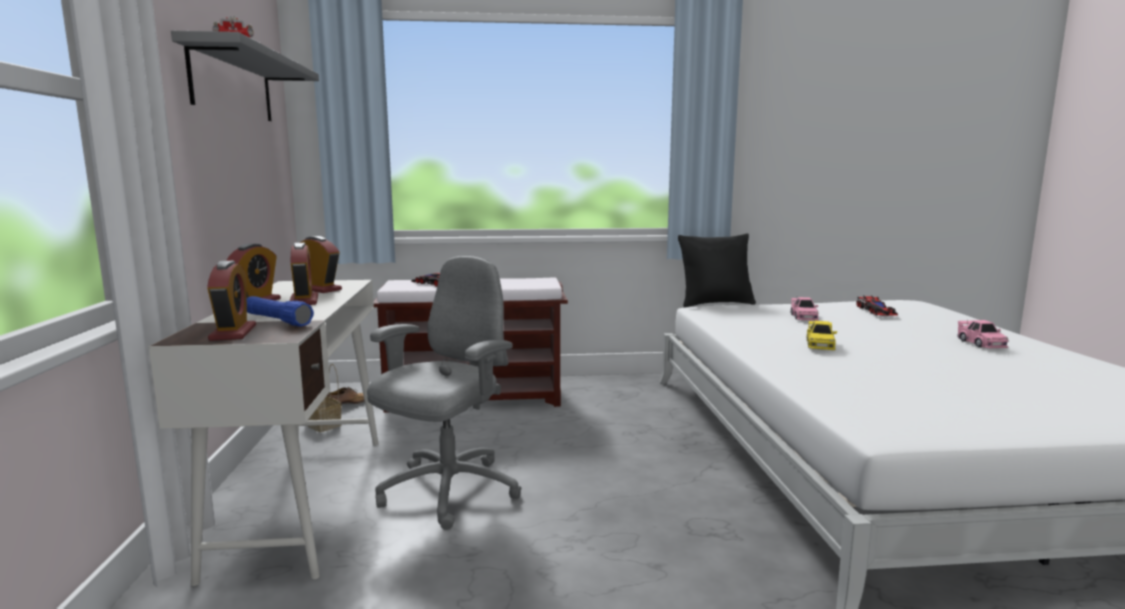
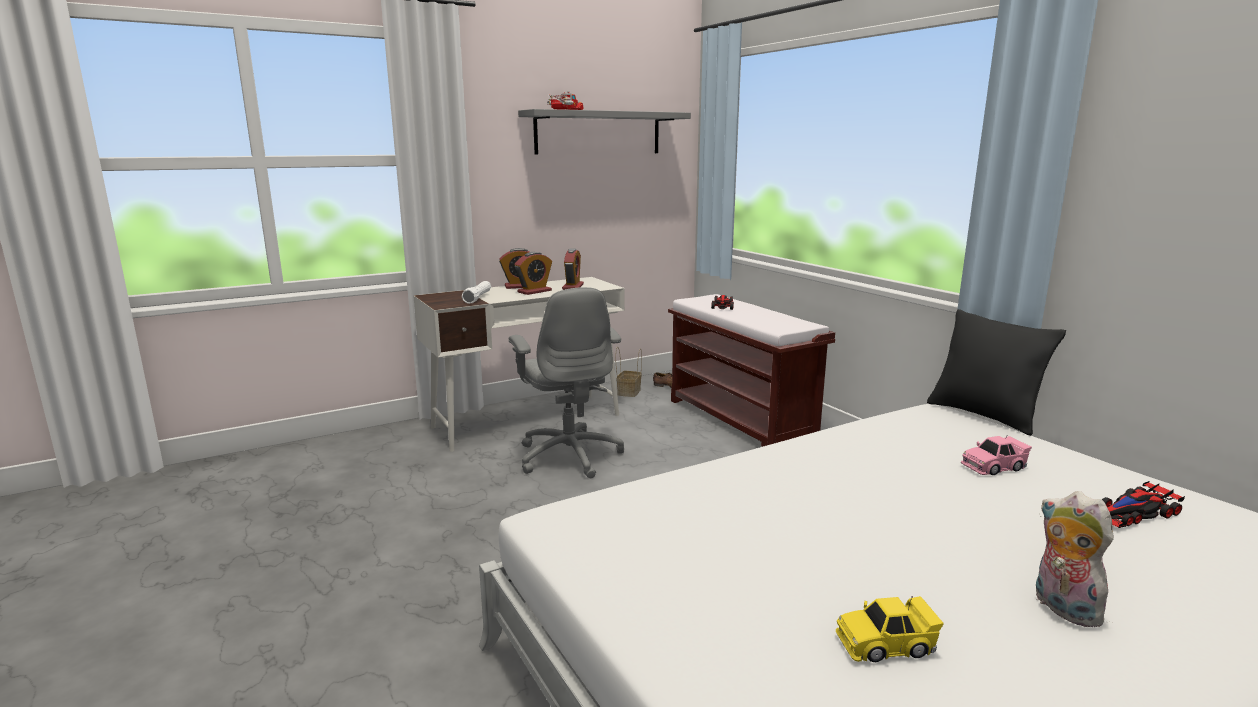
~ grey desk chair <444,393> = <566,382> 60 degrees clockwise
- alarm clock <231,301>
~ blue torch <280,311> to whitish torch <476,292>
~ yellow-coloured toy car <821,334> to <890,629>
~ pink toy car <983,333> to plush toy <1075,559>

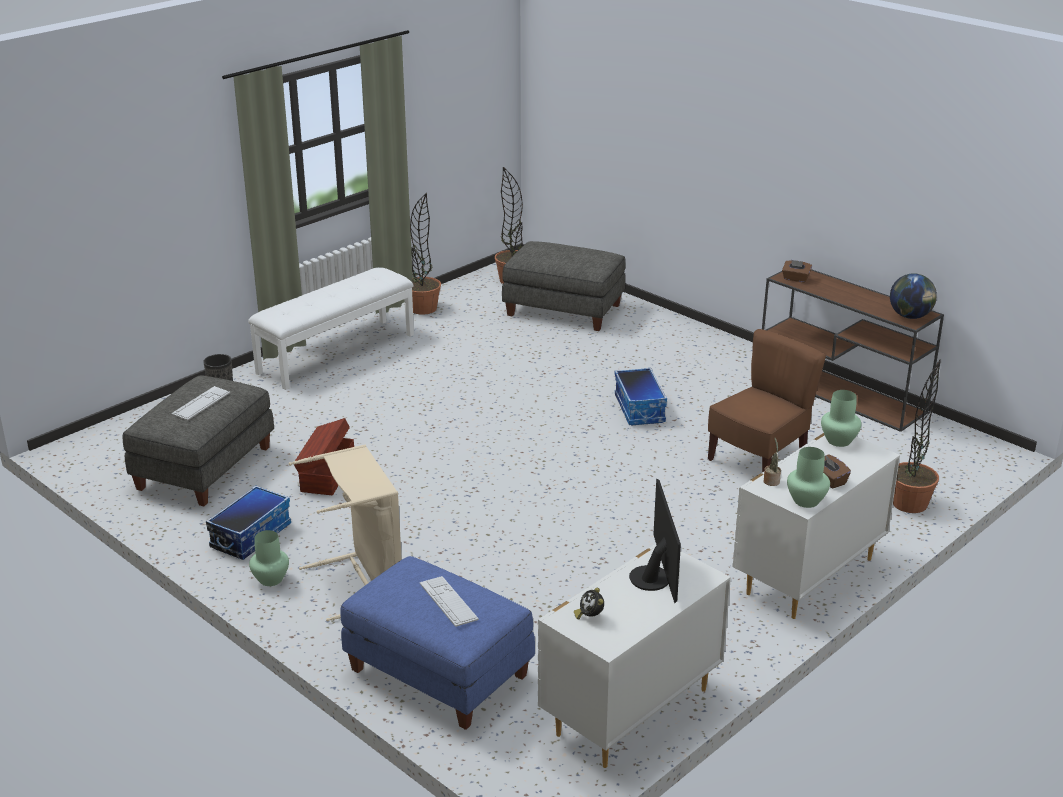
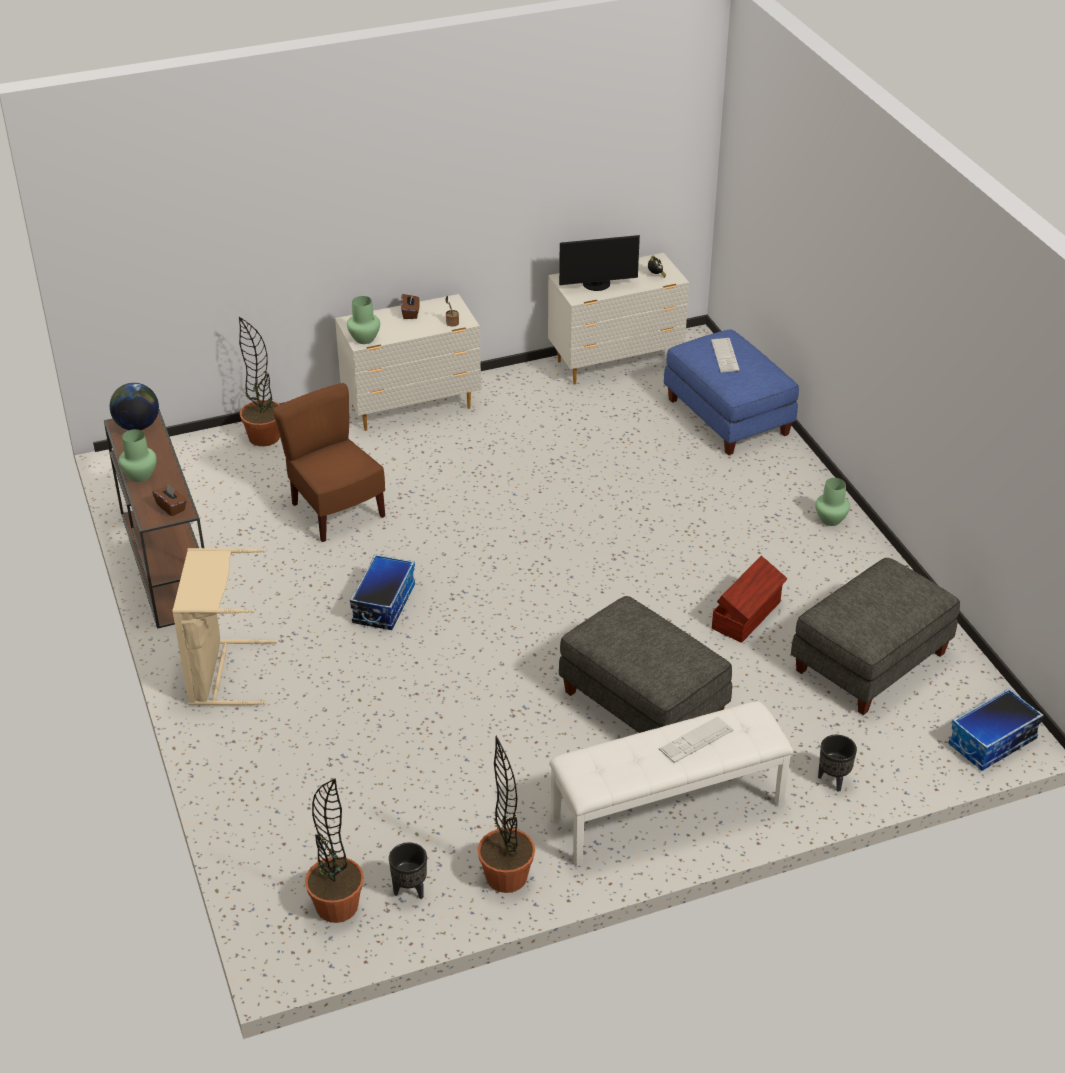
~ grey pouffe <564,286> to <645,664>
~ brownish plain chair <767,400> = <329,462> 75 degrees clockwise
~ keyboard <200,403> to <696,739>
~ beige hamper <345,533> to <224,627>
~ green vase <808,477> to <138,455>
~ computer display <655,541> = <599,263> 120 degrees counterclockwise
~ storage box <248,522> to <996,729>
+ blackish planter <408,870>

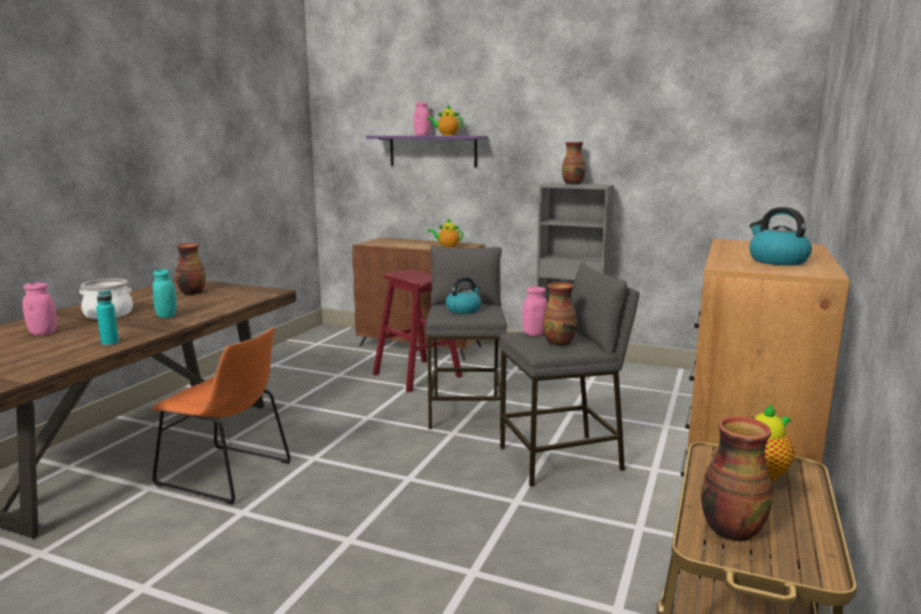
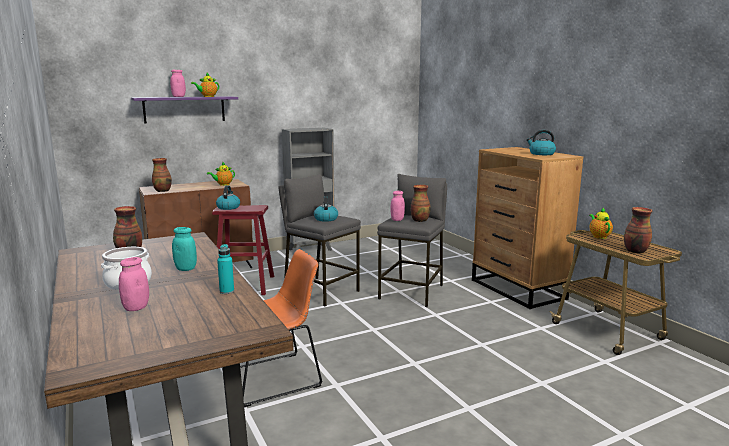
~ vase <574,163> to <162,175>
+ water kettle <228,198>

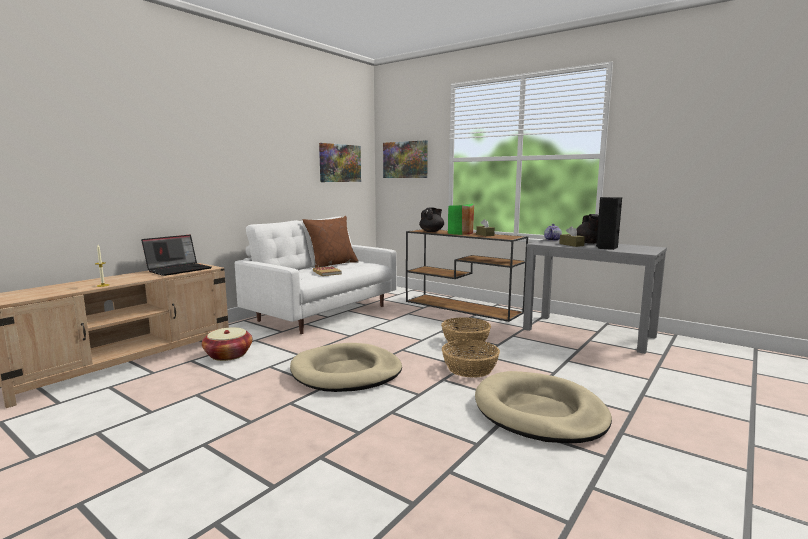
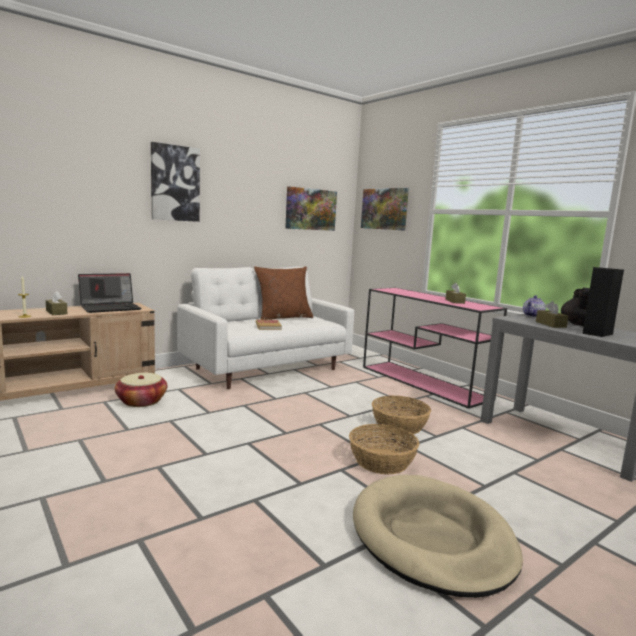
- green vase <461,219>
- blackish pot for tea <431,220>
~ brownish narrow table <467,275> to pink narrow table <435,348>
- beige dog cushion <346,367>
+ picture <175,182>
+ brownish box of tissues <56,303>

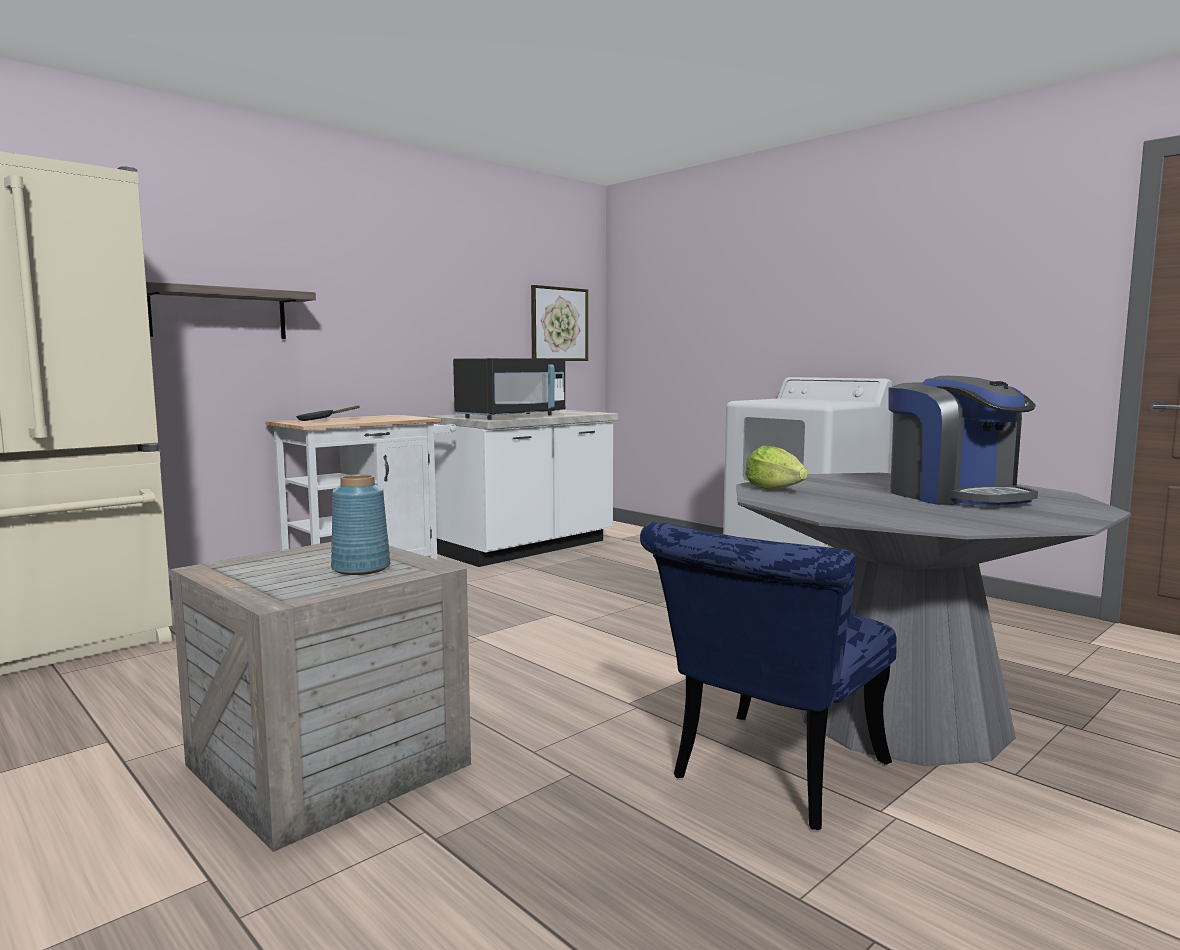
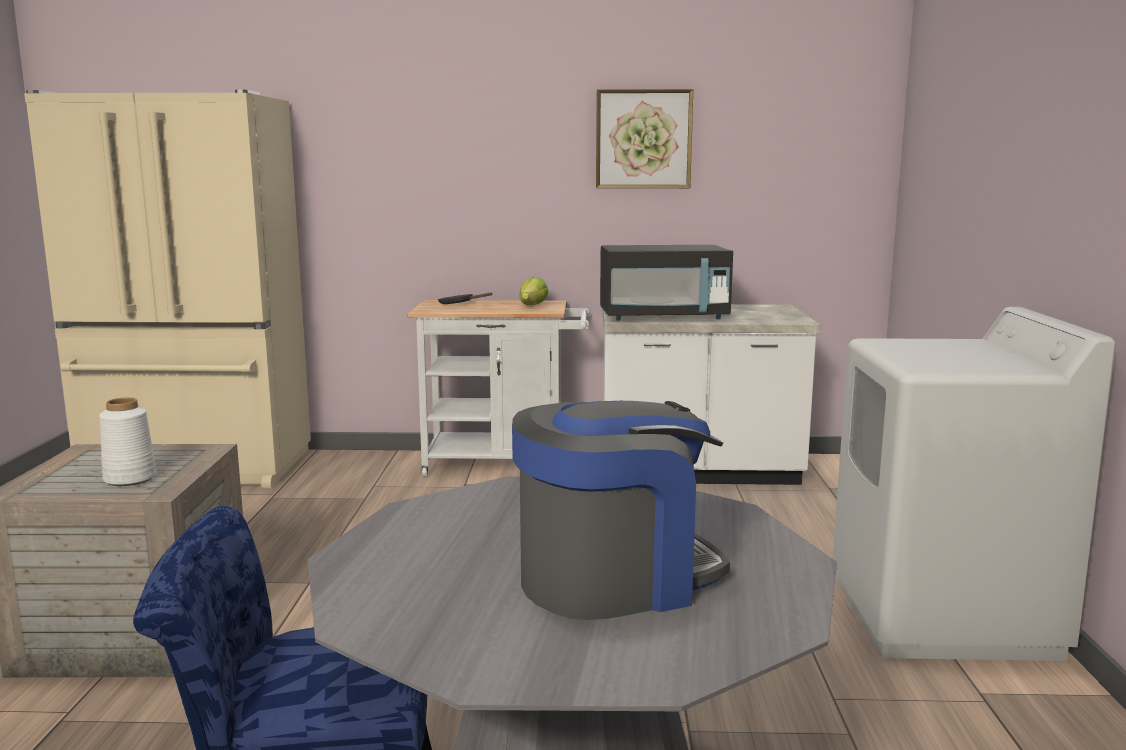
- bracket shelf <231,310>
~ picture <559,323> to <644,138>
~ coffee maker <963,441> = <621,510> 135 degrees counterclockwise
~ lettuce <776,468> to <534,291>
~ blue vase <360,524> to whitish vase <128,441>

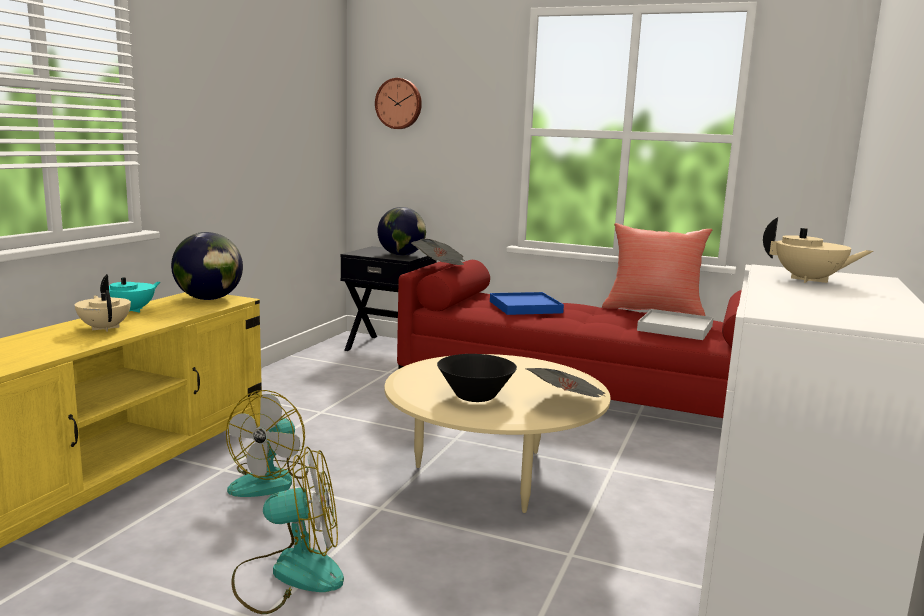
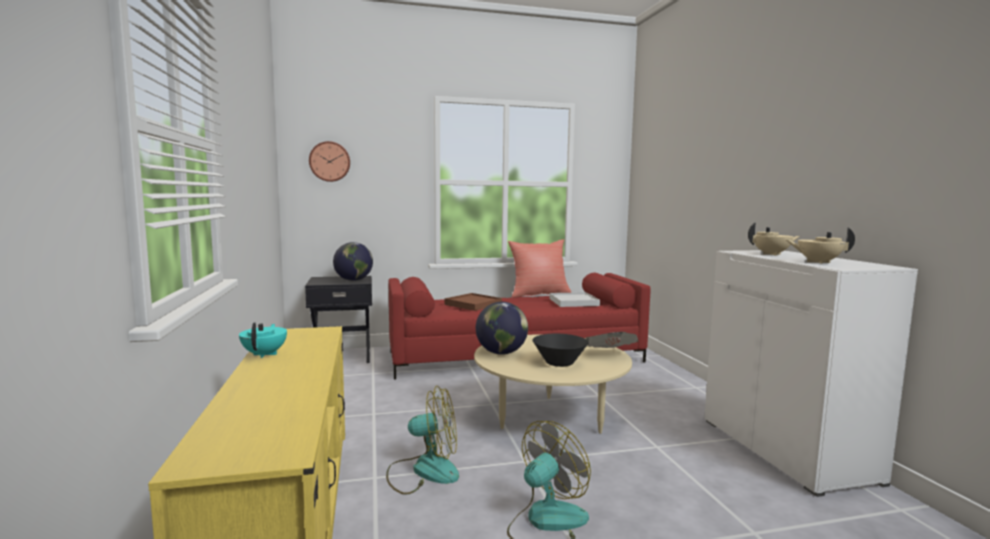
~ globe <207,266> to <502,328>
- daily paper <438,252>
~ beige pot for tea <103,311> to <820,246>
~ blue tray <527,303> to brownish tray <473,302>
~ fan <267,443> = <422,440> 75 degrees counterclockwise

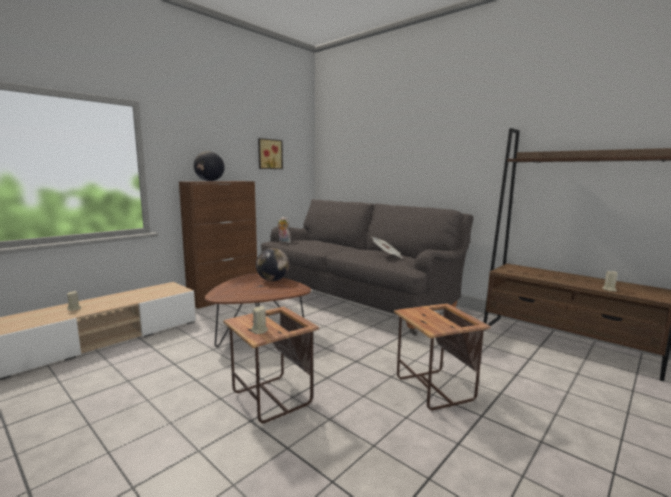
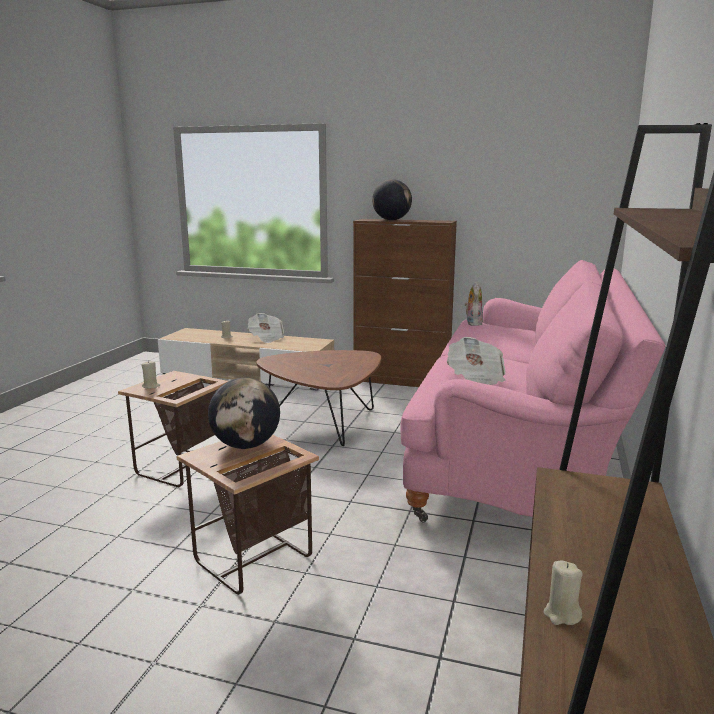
- picture <270,153>
~ grey sofa <367,267> to pink sofa <533,391>
~ globe <273,264> to <244,413>
+ daily paper <266,328>

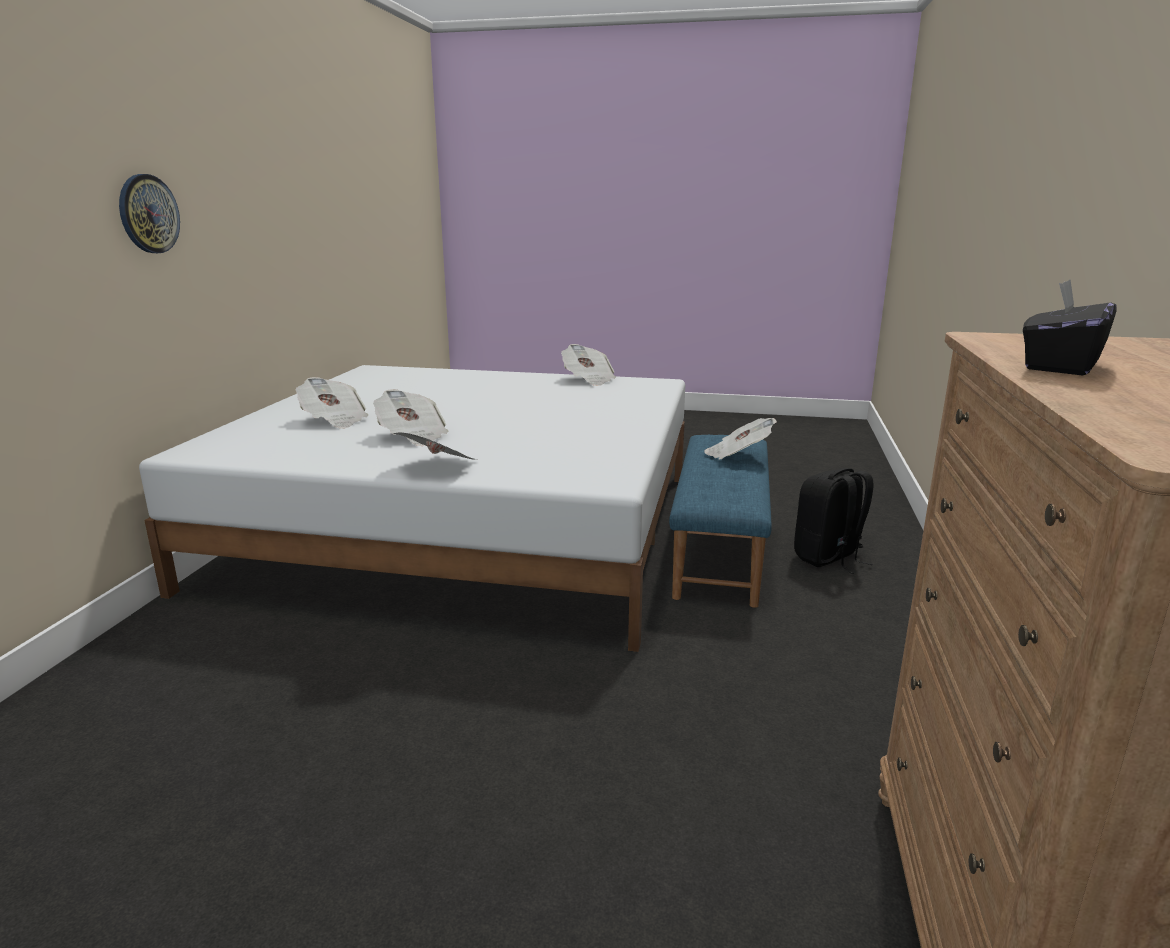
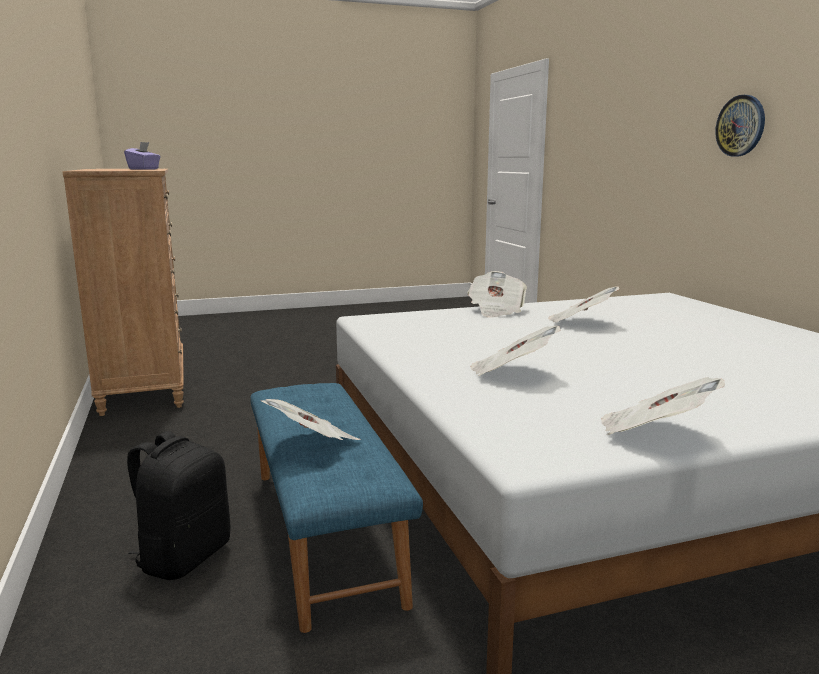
~ blackish box of tissues <1070,327> to purplish box of tissues <142,156>
~ daily paper <331,403> to <515,351>

